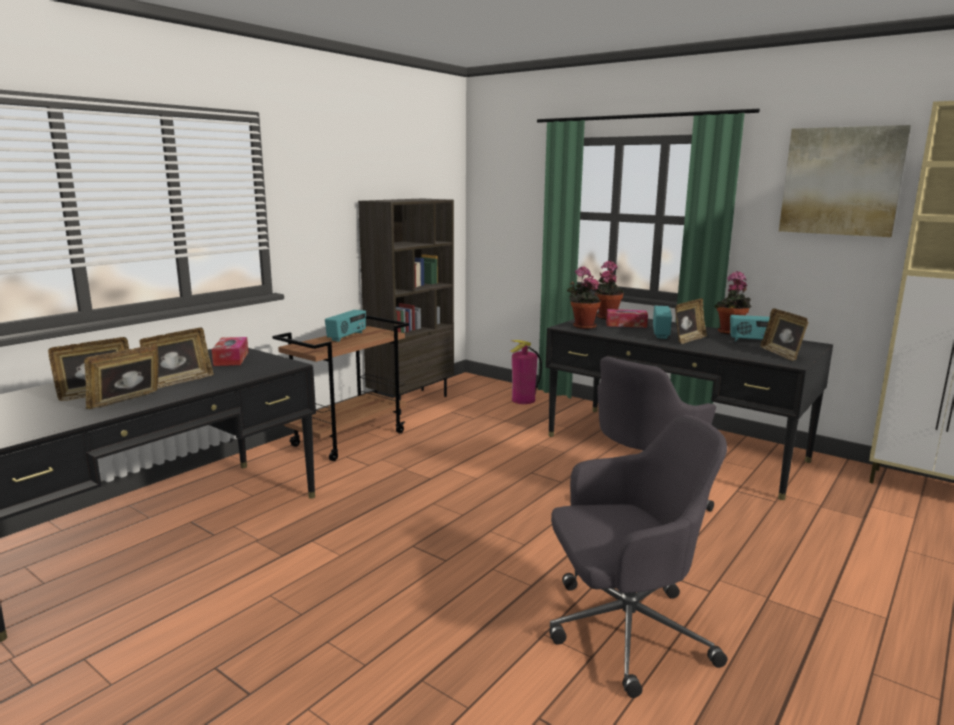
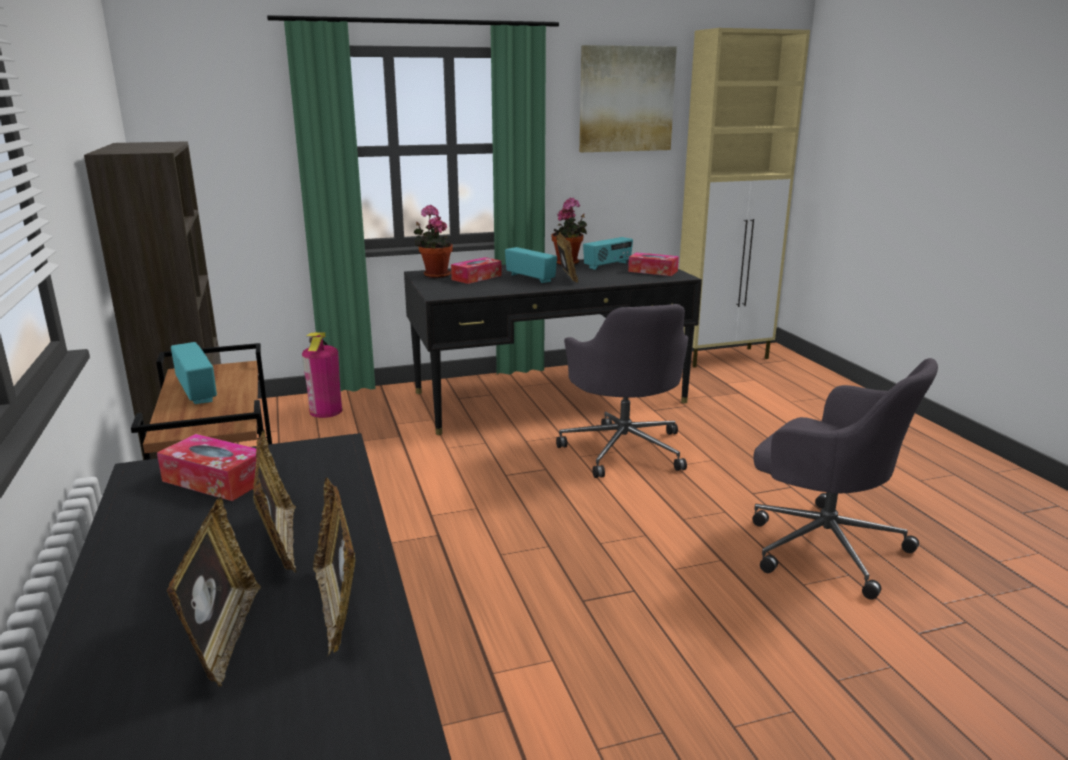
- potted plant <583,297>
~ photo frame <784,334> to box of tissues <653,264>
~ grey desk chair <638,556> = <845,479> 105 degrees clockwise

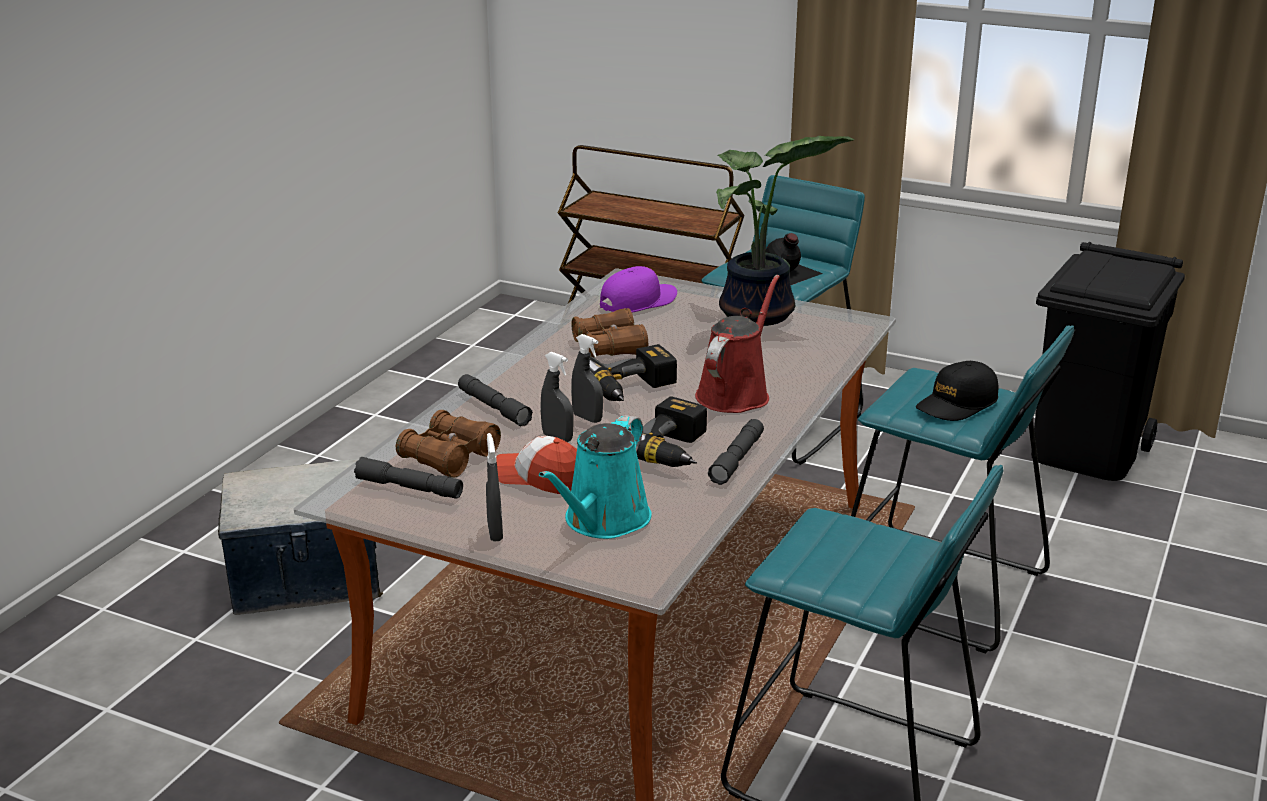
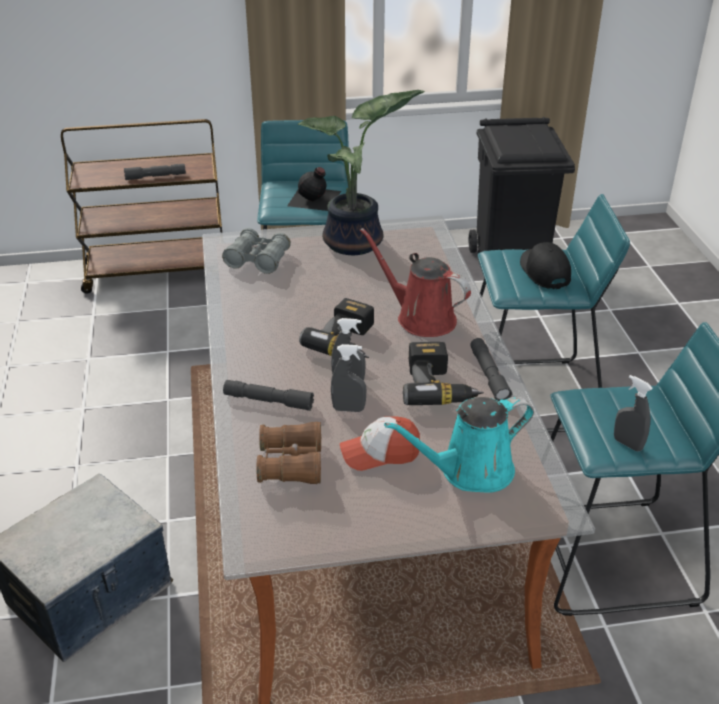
~ purplish baseball cap <638,289> to grey field glasses <256,251>
~ red sprinkling can <737,344> = <415,282> 45 degrees counterclockwise
- brownish field glasses <610,332>
~ blackish baseball cap <957,391> = <545,265> 150 degrees clockwise
~ blue-green sprinkling can <595,477> = <459,445> 75 degrees clockwise
~ grey spray bottle <494,487> to <633,413>
~ grey torch <408,478> to <155,172>

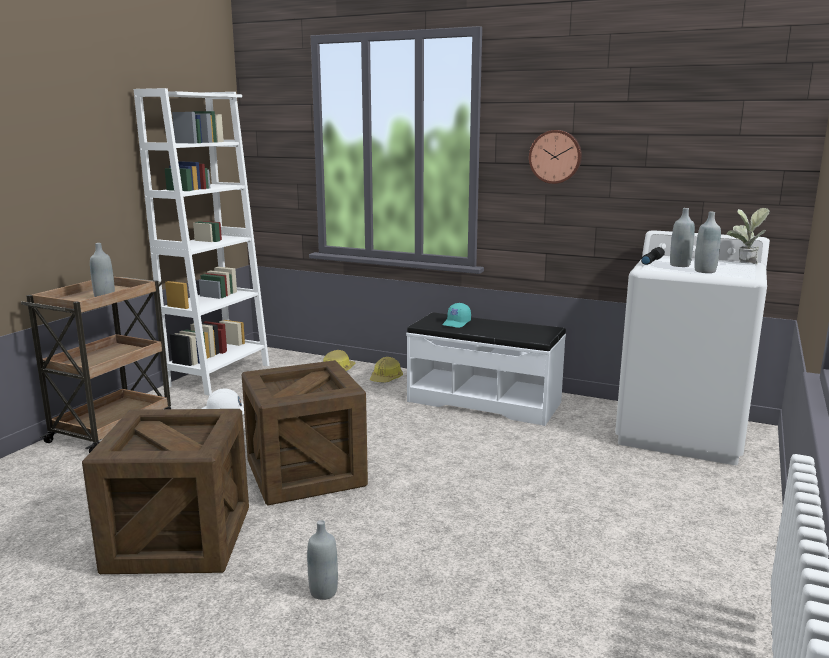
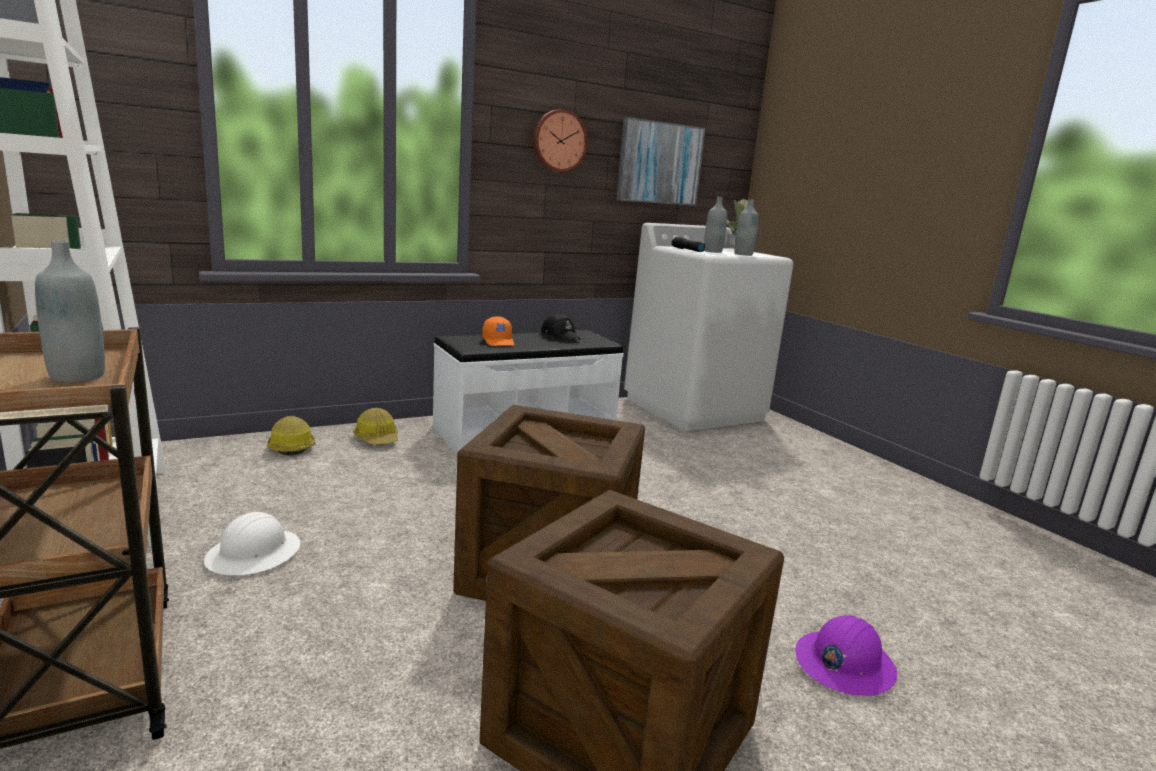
~ blue-green baseball cap <456,315> to orangey baseball cap <498,331>
~ grey beverage bottle <322,560> to purplish hard hat <846,655>
+ picture <661,161>
+ blackish baseball cap <560,327>

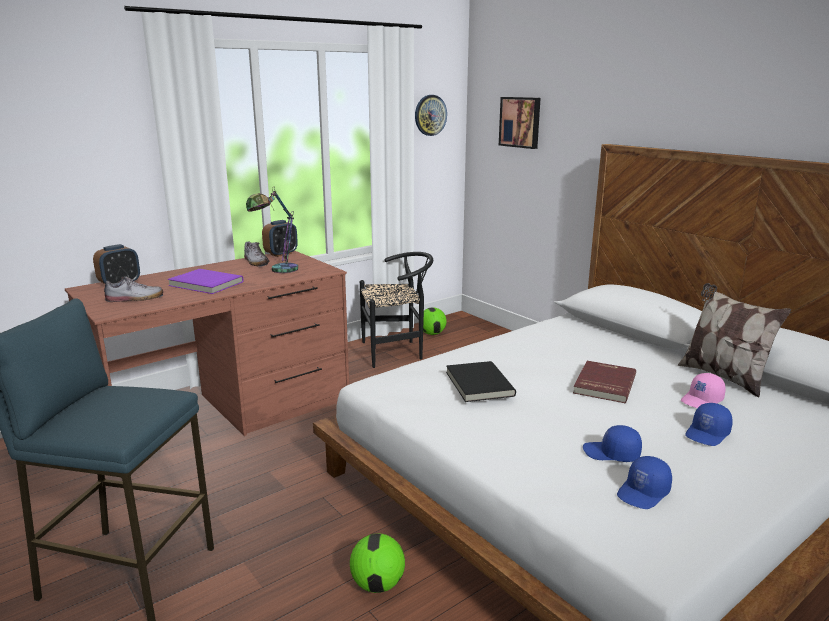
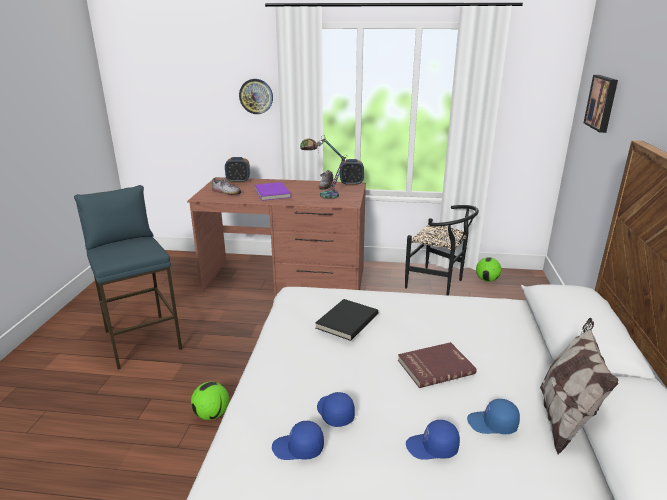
~ hanging clock <431,115> to <256,96>
~ pink baseball cap <703,390> to blue baseball cap <493,416>

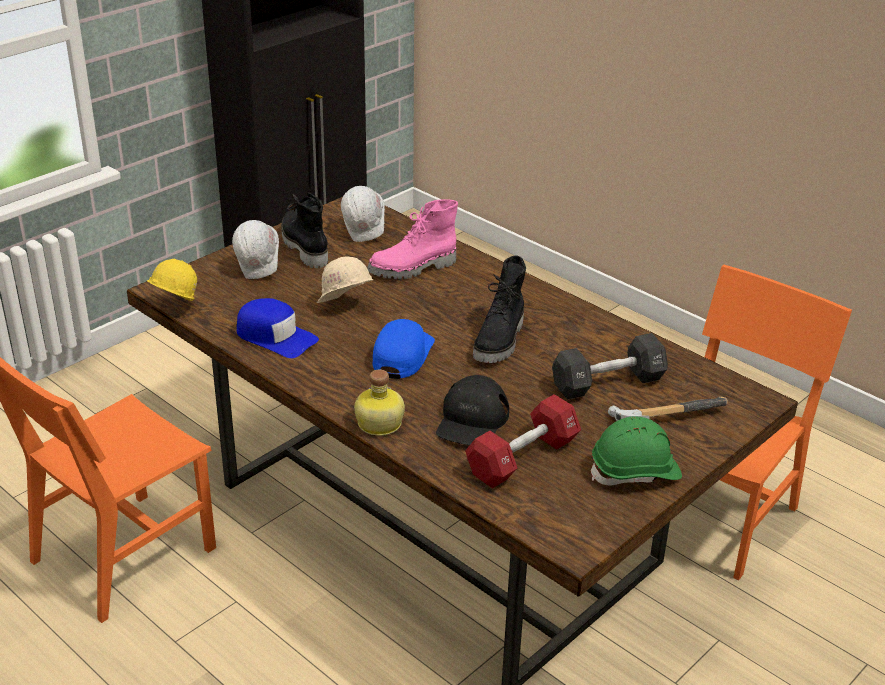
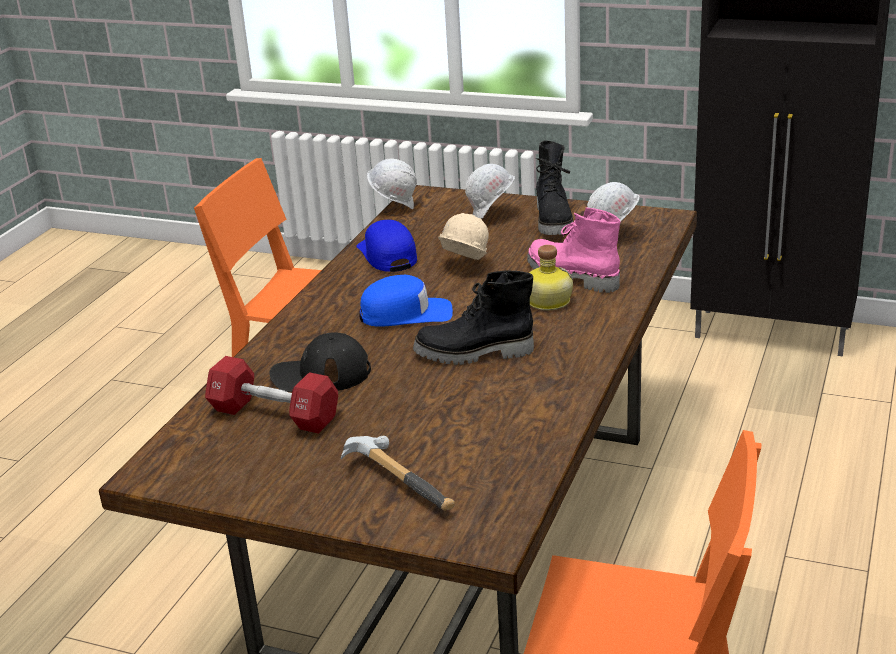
~ blackish boot <304,230> = <554,187> 135 degrees clockwise
~ yellow-coloured hard hat <172,280> to whitish hard hat <392,183>
~ blue baseball cap <278,328> = <386,246> 150 degrees clockwise
- blackish free weight <610,366>
~ beverage bottle <379,402> to <551,277>
- green hard hat <636,450>

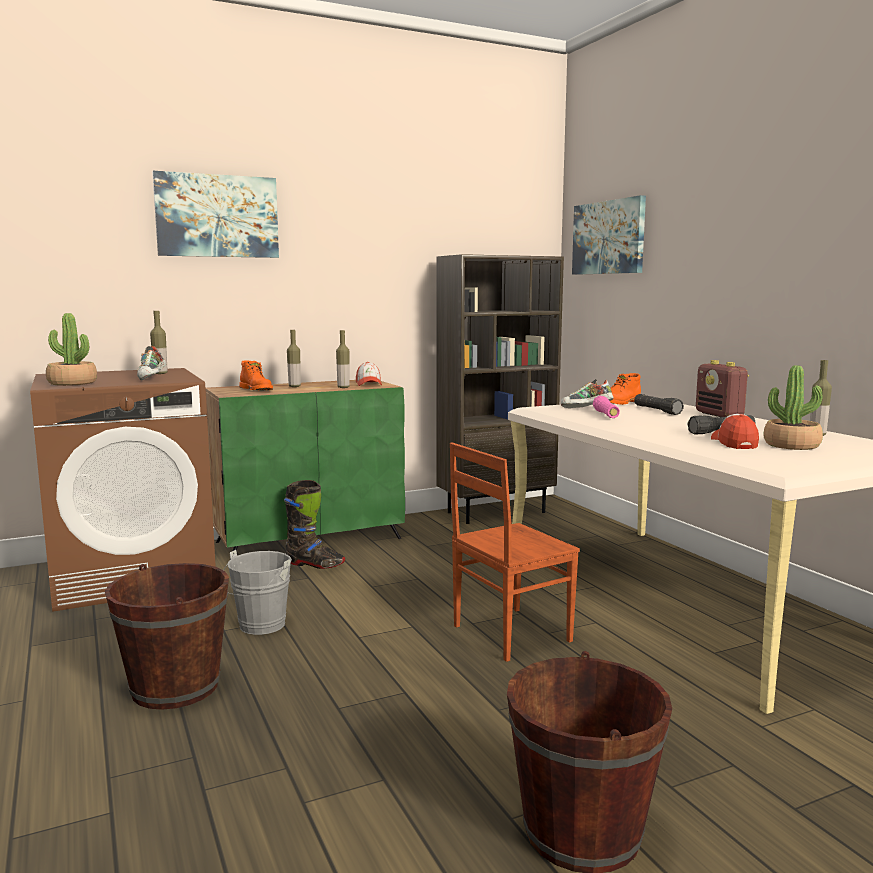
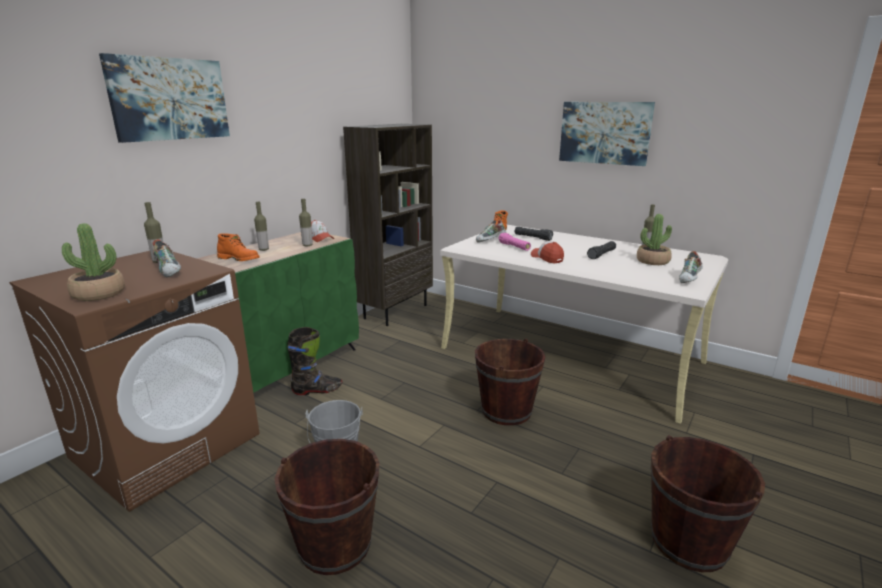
~ picture <609,235> to <607,134>
- radio <722,388>
~ baseball cap <735,431> to <547,252>
~ brownish plain chair <515,552> to brownish water bucket <510,382>
+ item of footwear <691,267>

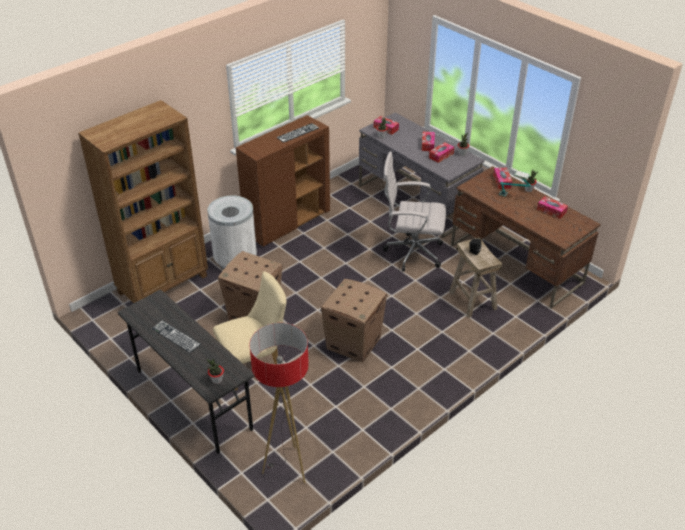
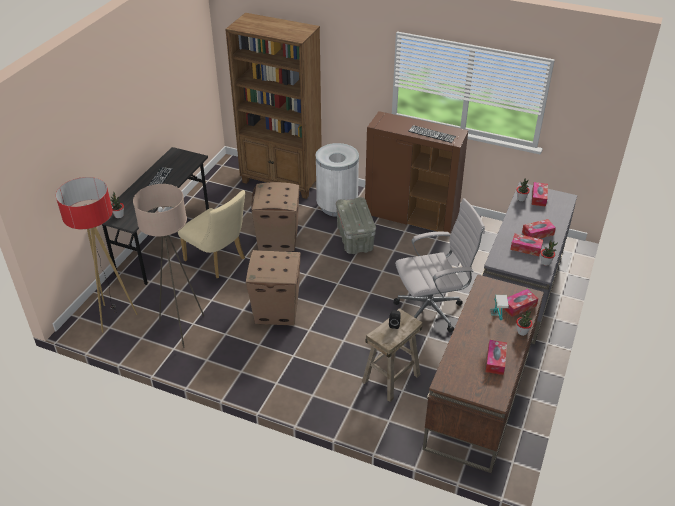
~ whitish desk chair <414,212> = <439,265> 90 degrees clockwise
+ beige standing lamp <168,266>
+ grey storage box <356,225>

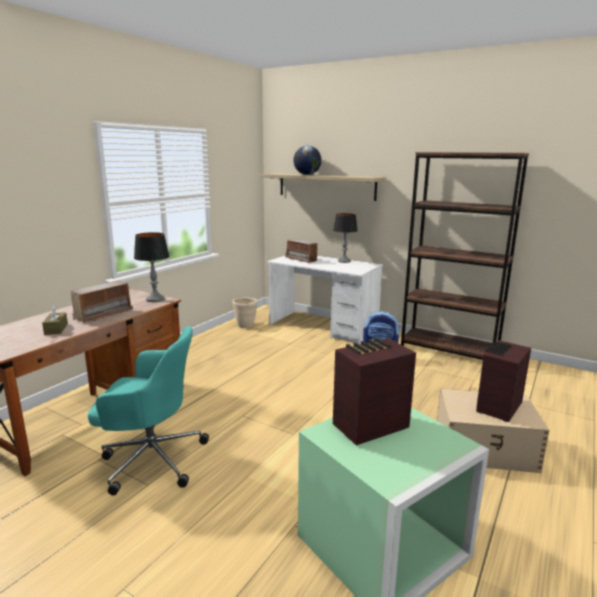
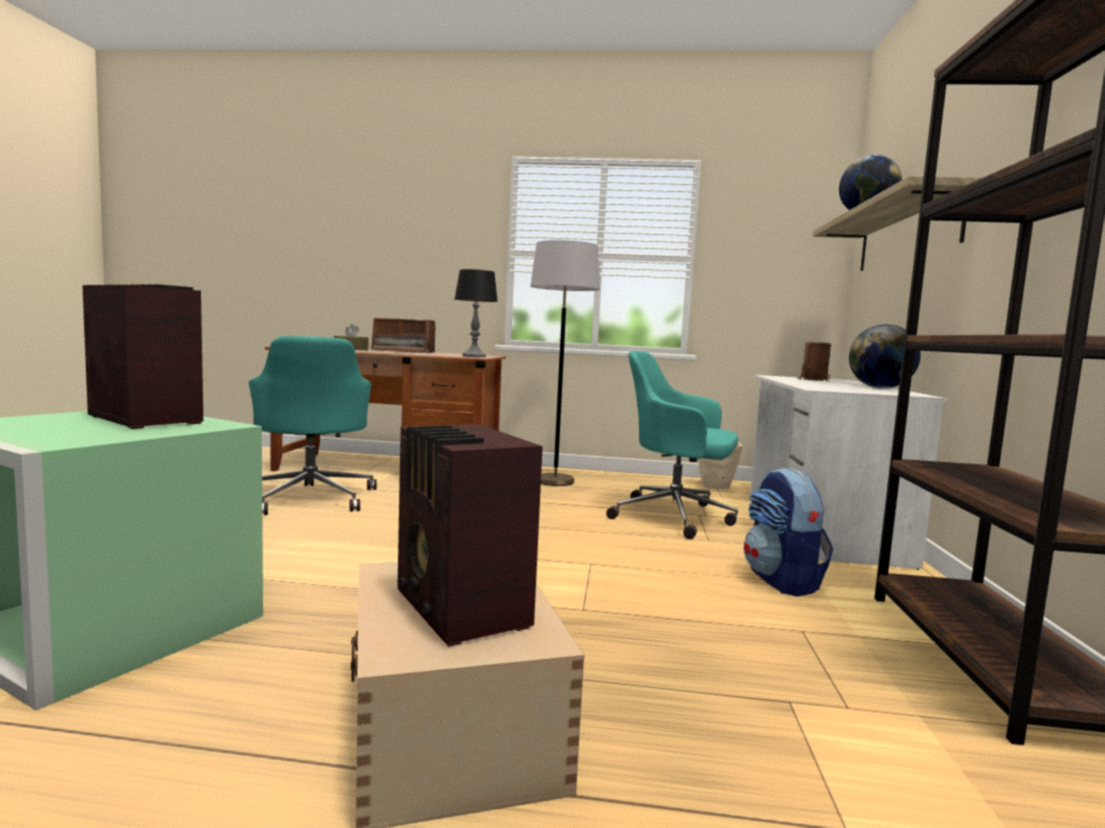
~ table lamp <345,238> to globe <885,356>
~ radio <503,381> = <470,535> 135 degrees counterclockwise
+ grey standing lamp <565,363>
+ blue-green desk chair <672,445>

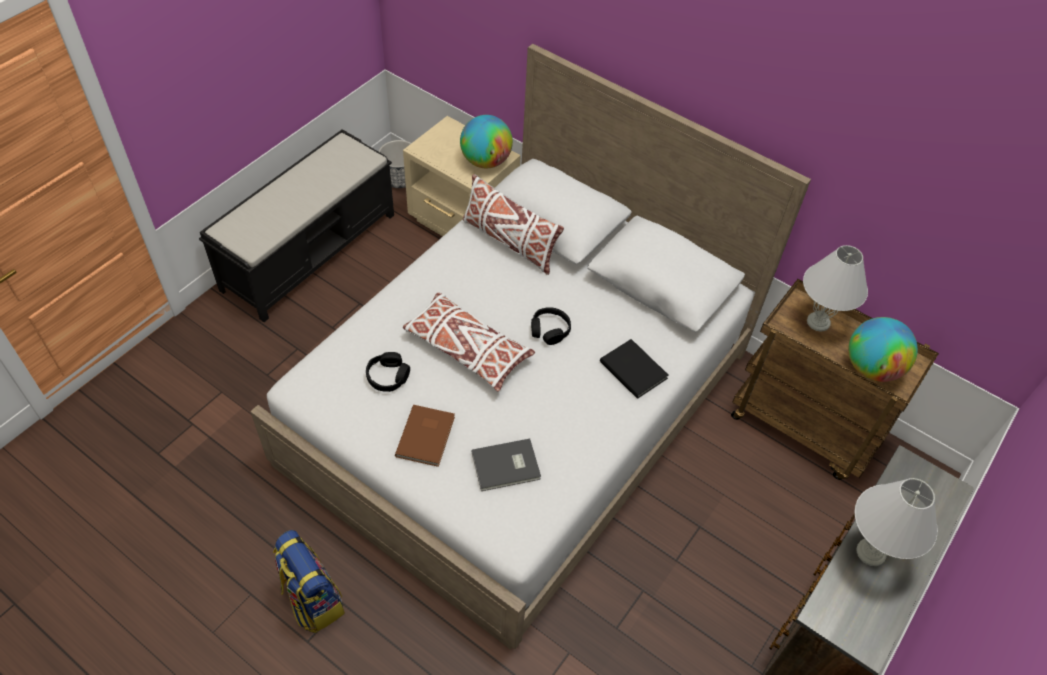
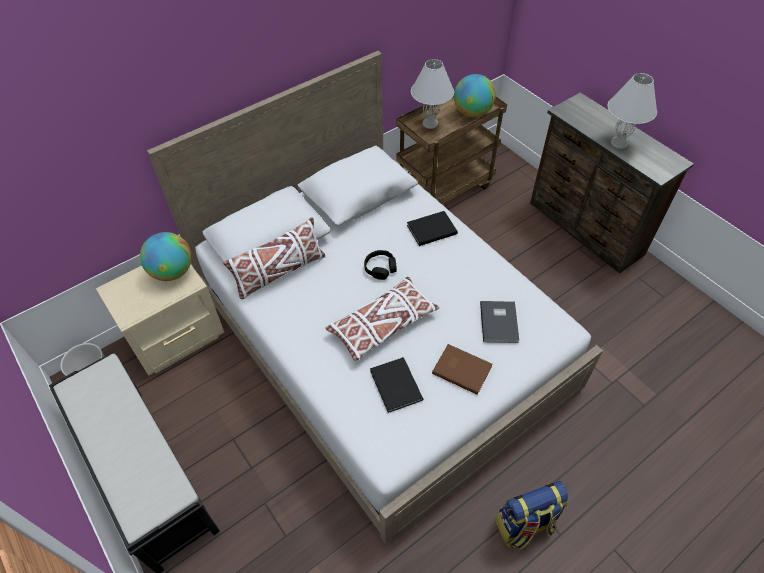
~ blackish headset <388,372> to blackish bound book <396,385>

